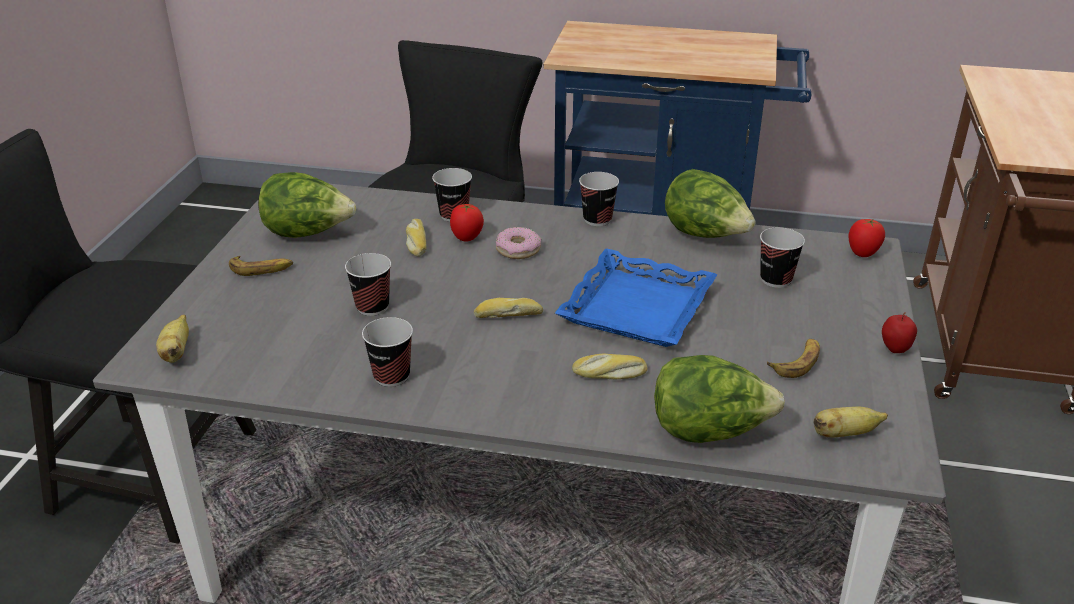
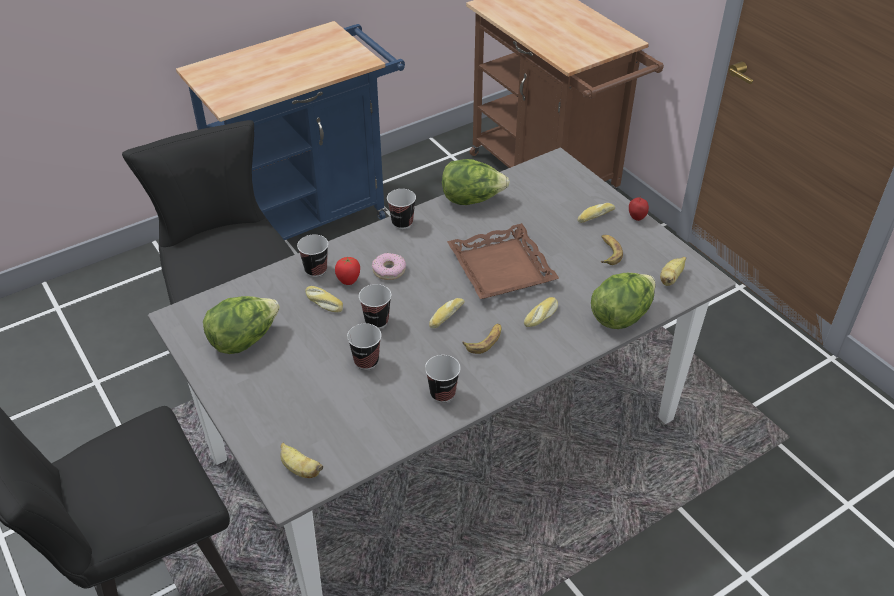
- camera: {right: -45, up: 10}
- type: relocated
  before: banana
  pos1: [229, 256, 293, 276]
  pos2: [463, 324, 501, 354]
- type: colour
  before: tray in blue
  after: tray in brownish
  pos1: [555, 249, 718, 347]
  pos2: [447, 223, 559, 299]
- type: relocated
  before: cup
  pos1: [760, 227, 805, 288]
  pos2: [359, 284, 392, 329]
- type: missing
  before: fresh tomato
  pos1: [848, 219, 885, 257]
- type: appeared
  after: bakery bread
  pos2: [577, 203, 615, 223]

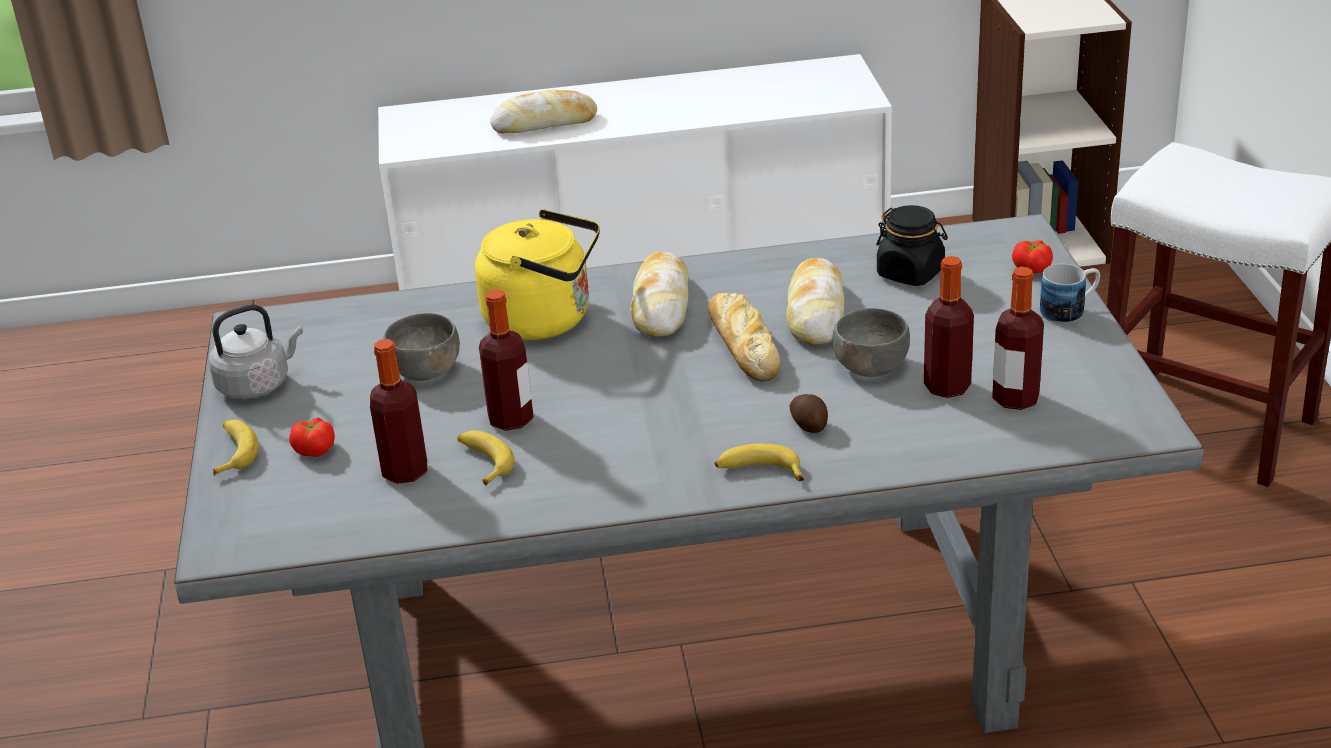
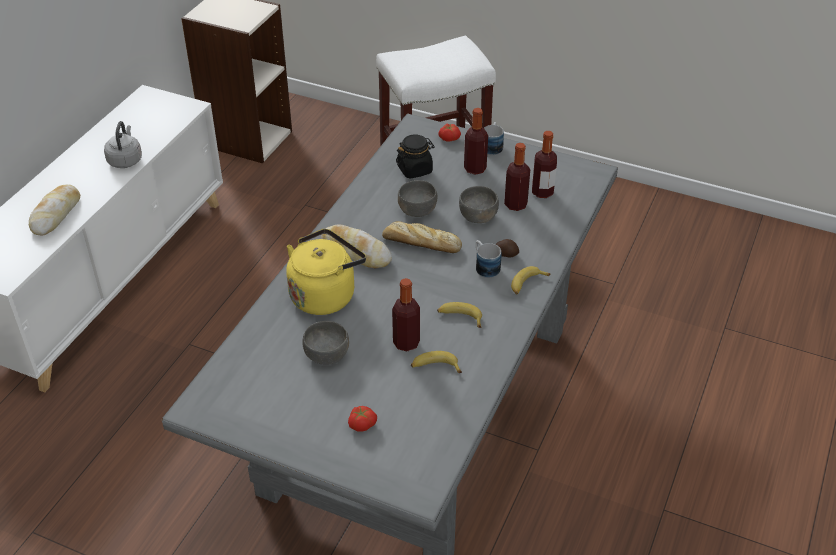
- camera: {right: -60, up: 10}
- type: relocated
  before: water kettle in grey
  pos1: [208, 304, 303, 399]
  pos2: [104, 121, 142, 168]
- type: relocated
  before: banana
  pos1: [213, 419, 258, 476]
  pos2: [437, 302, 482, 328]
- type: relocated
  before: beverage bottle
  pos1: [370, 339, 428, 484]
  pos2: [464, 108, 488, 175]
- type: exchanged
  before: bakery bread
  after: serving bowl in grey
  pos1: [786, 258, 844, 345]
  pos2: [398, 180, 438, 217]
- type: appeared
  after: mug
  pos2: [476, 240, 502, 278]

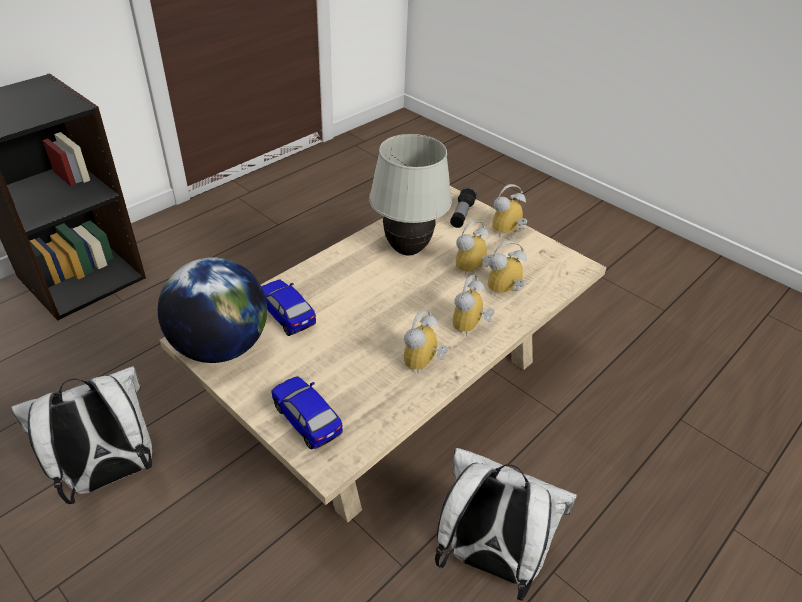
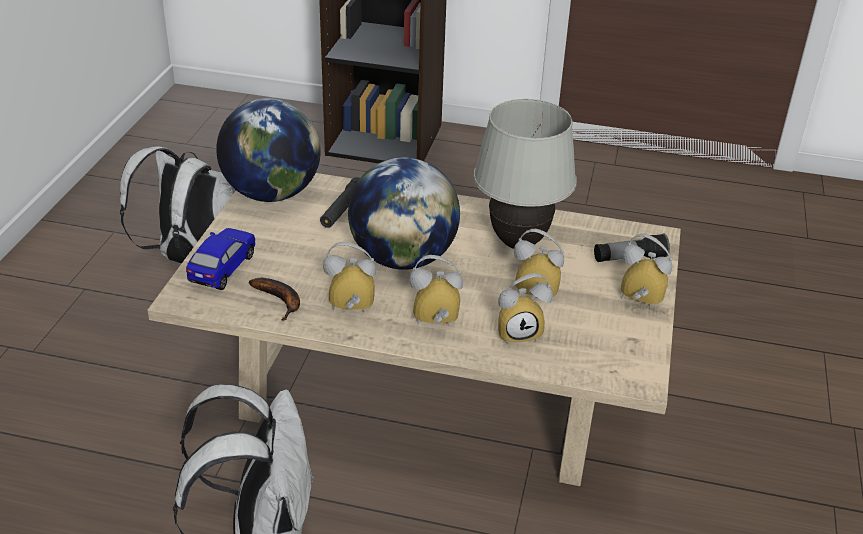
- camera: {right: 60, up: -5}
- type: exchanged
  before: toy car
  after: hand torch in blackish
  pos1: [261, 280, 316, 336]
  pos2: [320, 177, 360, 228]
- type: spun
  before: alarm clock
  pos1: [488, 241, 527, 297]
  pos2: [498, 273, 553, 345]
  turn: 135
- type: appeared
  after: banana
  pos2: [249, 278, 300, 321]
- type: appeared
  after: world globe
  pos2: [348, 157, 460, 270]

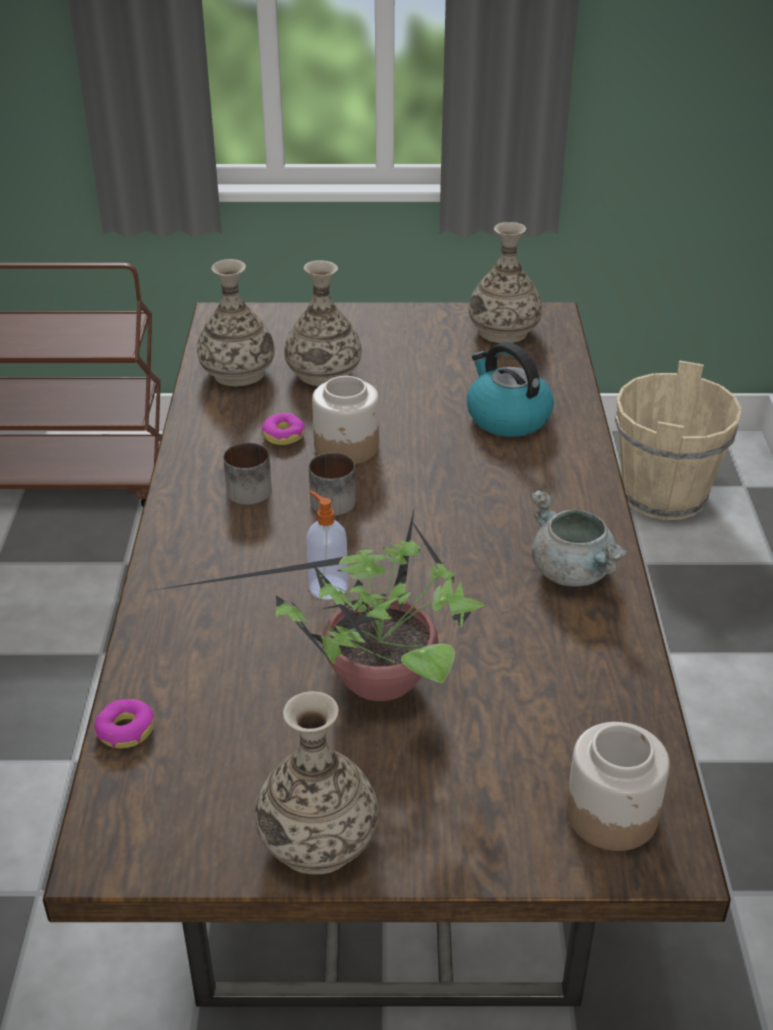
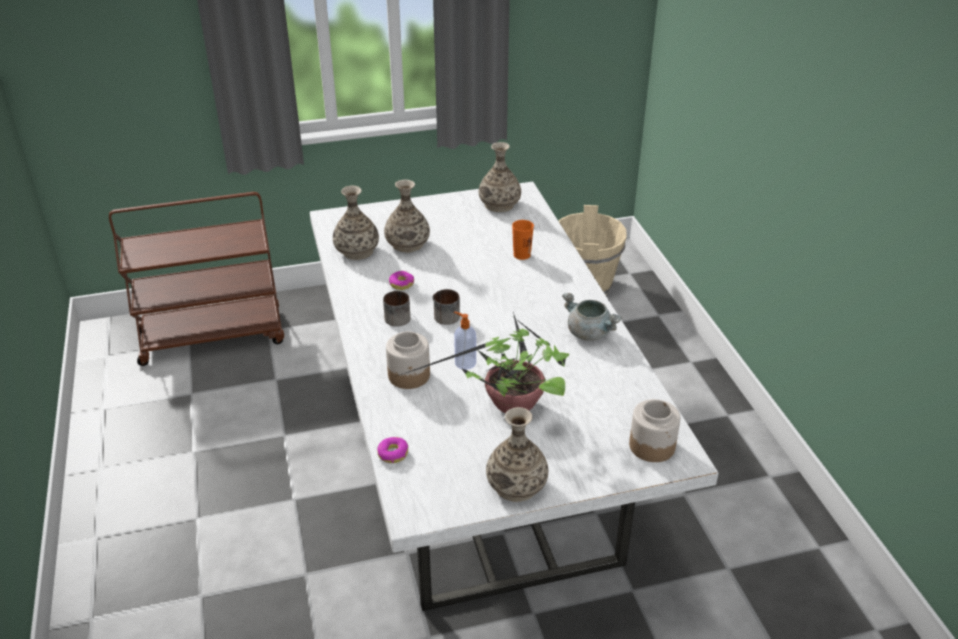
- camera: {right: -15, up: 0}
- type: colour
  before: kitchen table in brownish
  after: kitchen table in white
  pos1: [43, 302, 731, 1007]
  pos2: [310, 182, 719, 611]
- type: relocated
  before: storage jar
  pos1: [312, 376, 379, 464]
  pos2: [386, 331, 430, 389]
- type: exchanged
  before: water kettle
  after: cup in orange-coloured
  pos1: [467, 342, 554, 437]
  pos2: [512, 220, 534, 260]

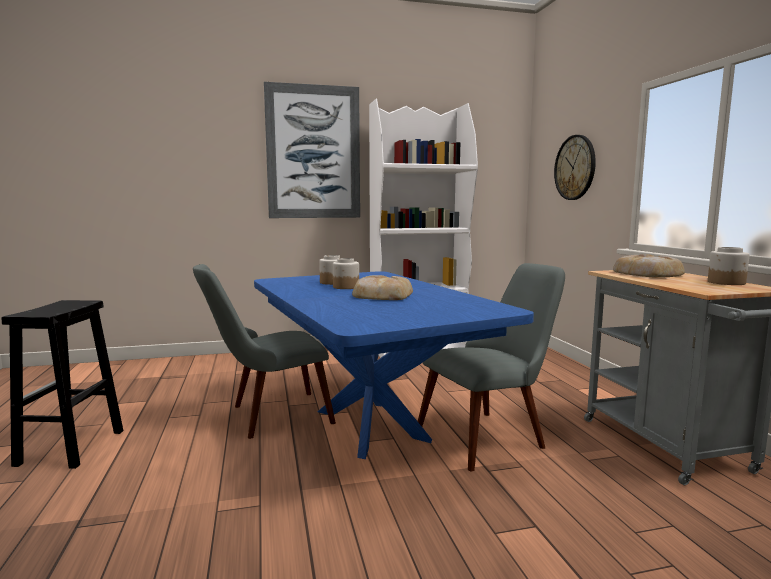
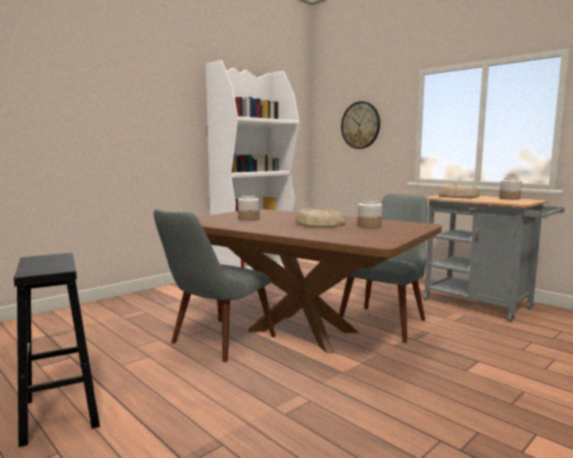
- camera: {right: -30, up: 0}
- type: colour
  before: kitchen table in blue
  after: kitchen table in brownish
  pos1: [254, 271, 534, 459]
  pos2: [197, 209, 442, 354]
- type: missing
  before: wall picture
  pos1: [264, 82, 360, 218]
- type: relocated
  before: storage jar
  pos1: [333, 258, 359, 289]
  pos2: [358, 200, 382, 228]

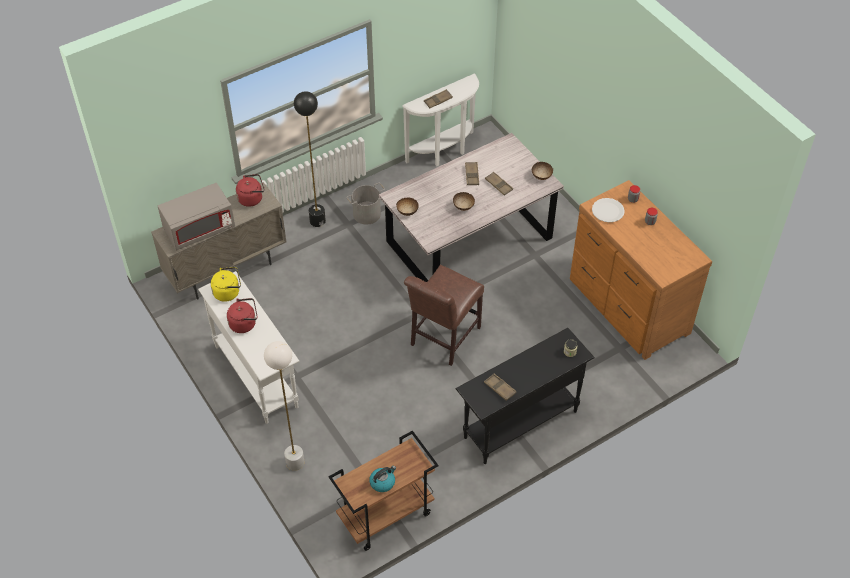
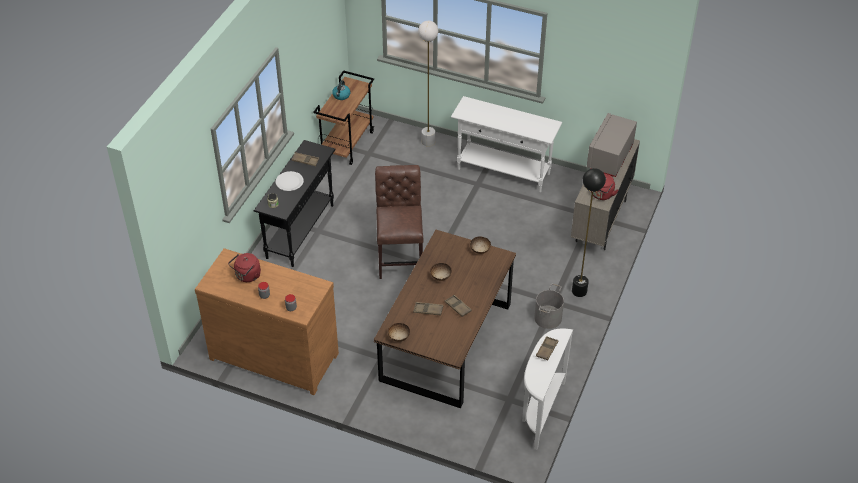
- camera: {right: 145, up: -5}
- type: missing
  before: water kettle in yellow-coloured
  pos1: [211, 267, 241, 302]
- type: relocated
  before: water kettle in red-coloured
  pos1: [227, 298, 257, 333]
  pos2: [228, 253, 261, 282]
- type: colour
  before: kitchen table in grey
  after: kitchen table in brownish
  pos1: [379, 133, 564, 282]
  pos2: [374, 230, 516, 408]
- type: relocated
  before: dinner plate in white
  pos1: [592, 198, 625, 222]
  pos2: [276, 171, 304, 191]

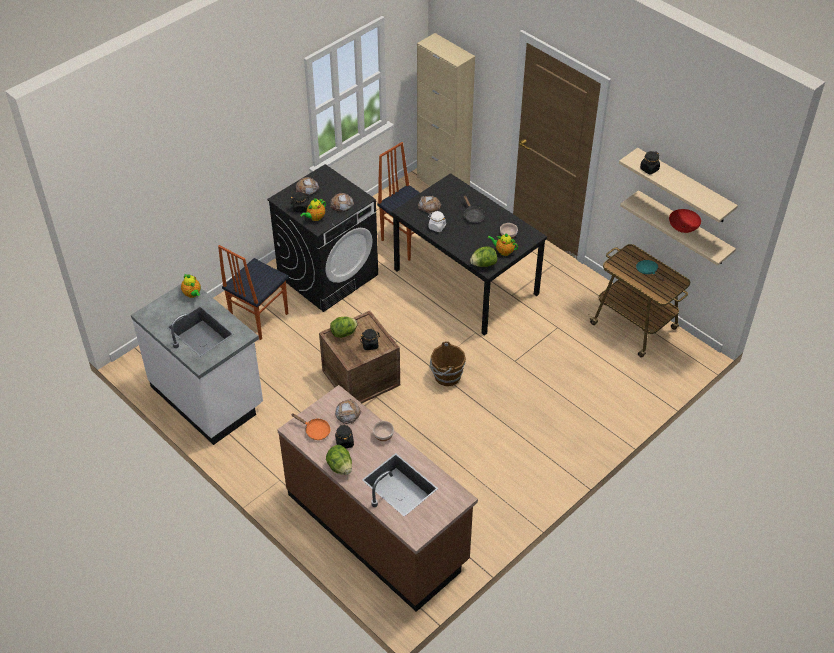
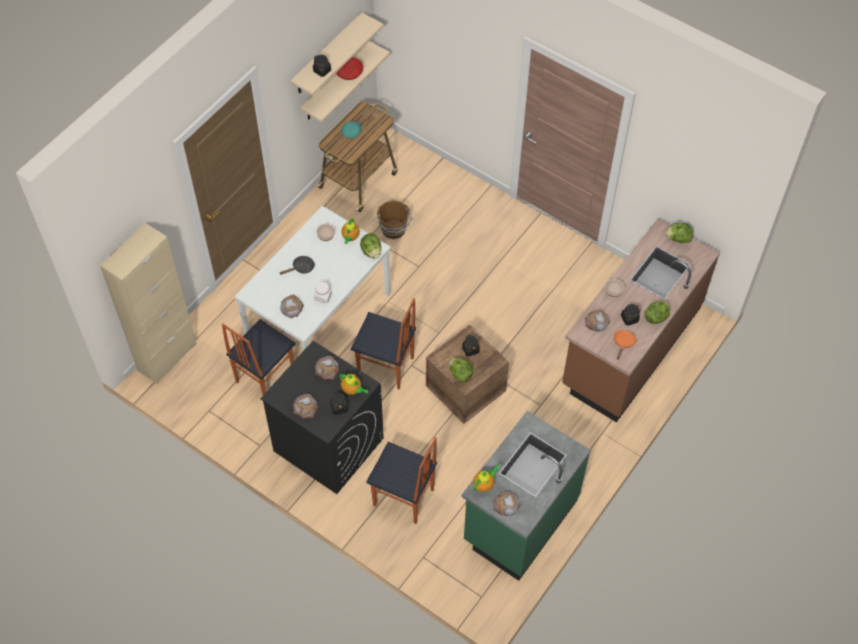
- camera: {right: -100, up: 10}
- type: colour
  before: kitchen base unit in white
  after: kitchen base unit in green-coloured
  pos1: [131, 284, 263, 445]
  pos2: [461, 411, 591, 581]
- type: colour
  before: kitchen table in blackish
  after: kitchen table in white
  pos1: [392, 173, 547, 336]
  pos2: [235, 206, 391, 351]
- type: relocated
  before: bucket in brownish
  pos1: [429, 341, 466, 386]
  pos2: [377, 200, 412, 239]
- type: appeared
  after: chair
  pos2: [351, 298, 416, 390]
- type: appeared
  after: bakery bread
  pos2: [493, 492, 521, 516]
- type: appeared
  after: lettuce head
  pos2: [665, 223, 693, 243]

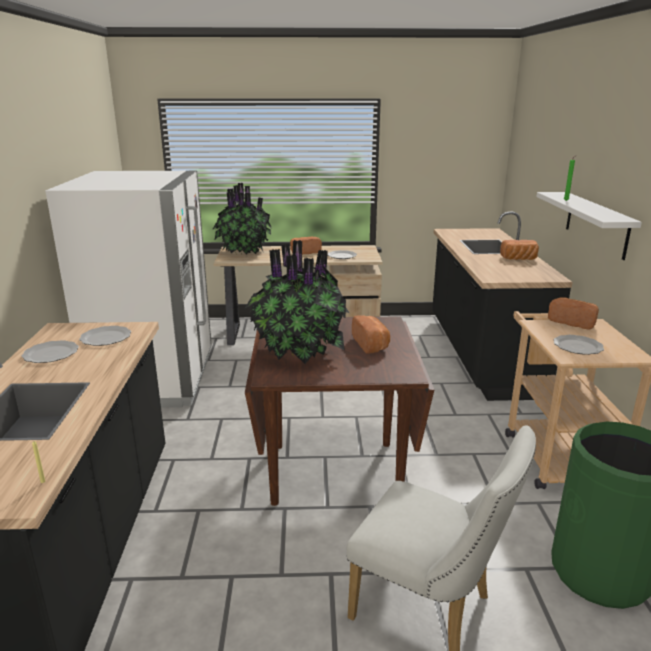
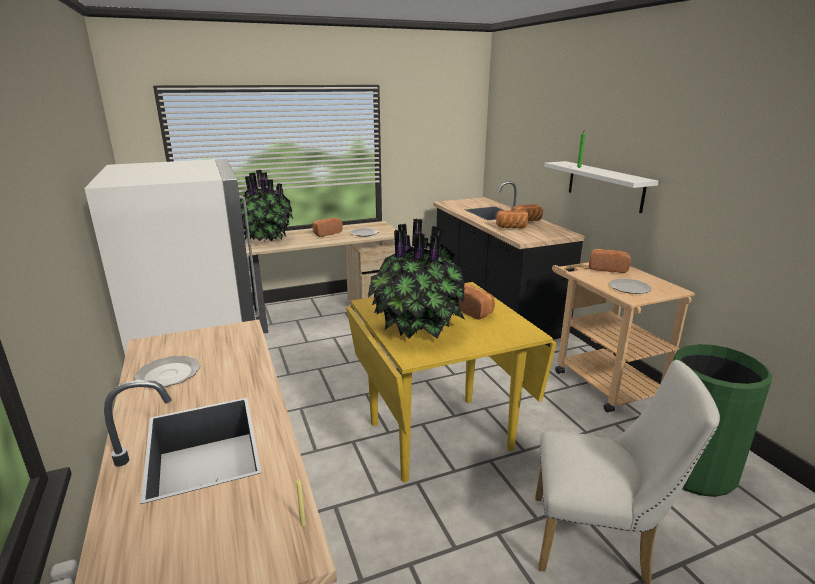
- camera: {right: -20, up: 0}
- type: missing
  before: dinner plate
  pos1: [79, 326, 131, 346]
- type: colour
  before: kitchen table in brownish
  after: kitchen table in yellow-coloured
  pos1: [245, 316, 435, 506]
  pos2: [346, 282, 557, 482]
- type: appeared
  after: bakery bread
  pos2: [496, 210, 528, 228]

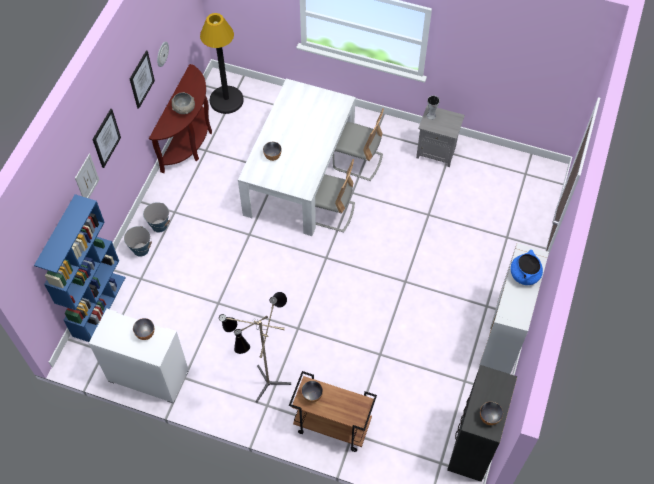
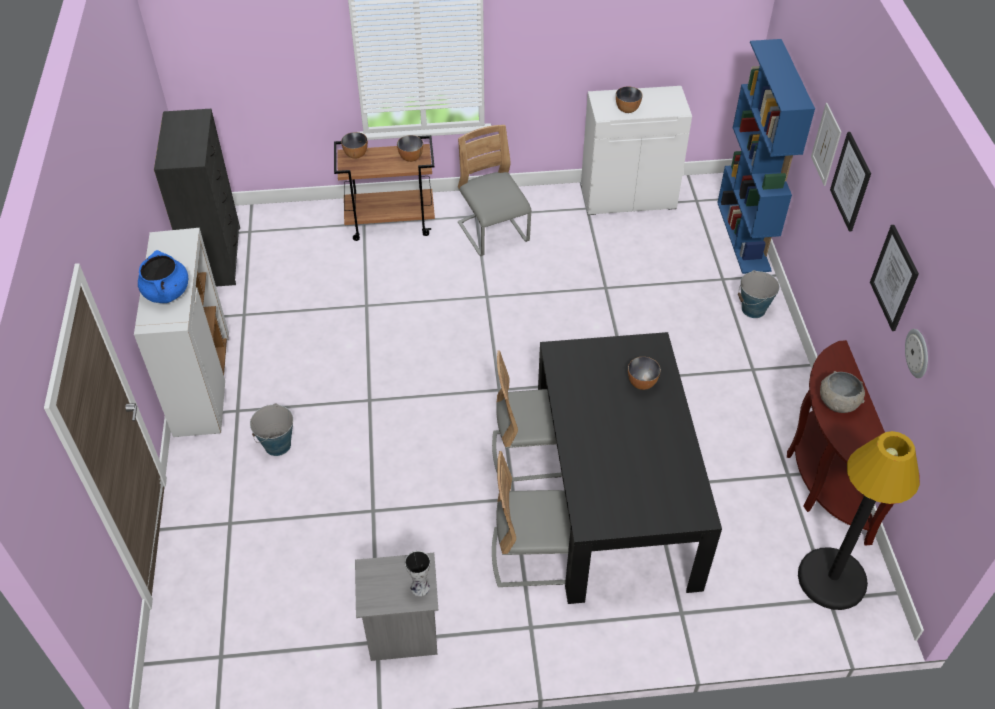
- camera: {right: 155, up: -10}
- type: relocated
  before: bucket
  pos1: [143, 202, 170, 233]
  pos2: [250, 403, 293, 456]
- type: exchanged
  before: standing lamp
  after: chair in grey
  pos1: [219, 292, 291, 403]
  pos2: [458, 125, 532, 256]
- type: colour
  before: kitchen table in white
  after: kitchen table in blackish
  pos1: [238, 79, 355, 236]
  pos2: [538, 332, 722, 604]
- type: relocated
  before: serving bowl
  pos1: [480, 402, 503, 425]
  pos2: [341, 132, 368, 159]

